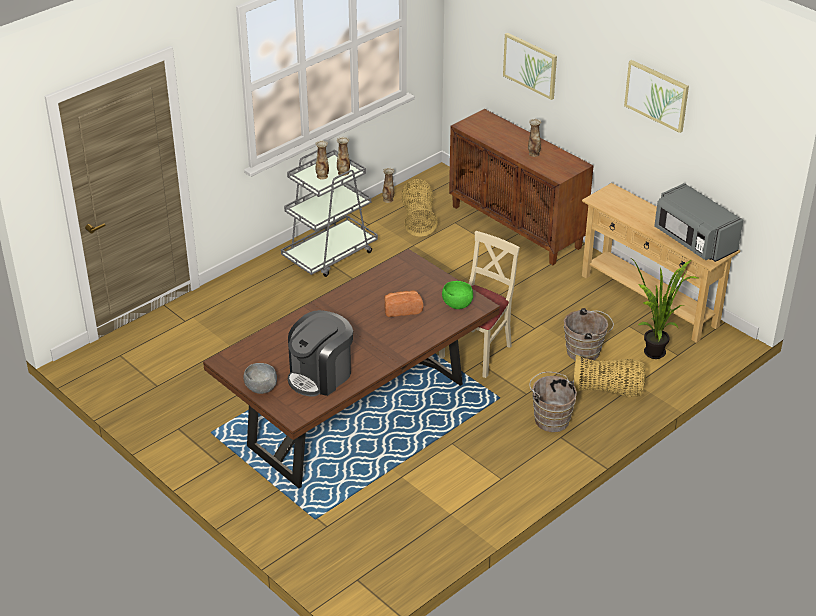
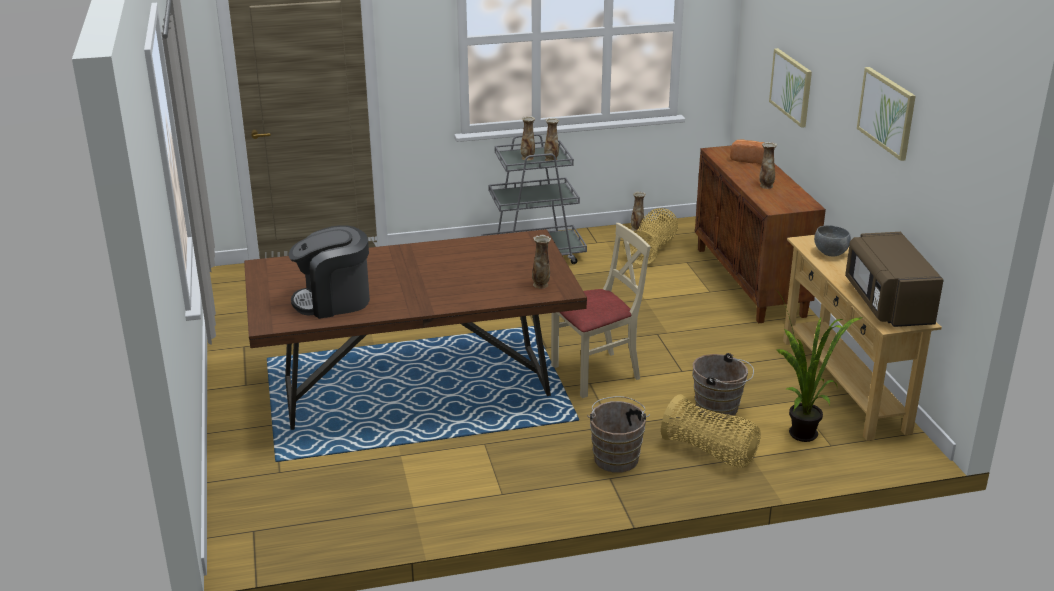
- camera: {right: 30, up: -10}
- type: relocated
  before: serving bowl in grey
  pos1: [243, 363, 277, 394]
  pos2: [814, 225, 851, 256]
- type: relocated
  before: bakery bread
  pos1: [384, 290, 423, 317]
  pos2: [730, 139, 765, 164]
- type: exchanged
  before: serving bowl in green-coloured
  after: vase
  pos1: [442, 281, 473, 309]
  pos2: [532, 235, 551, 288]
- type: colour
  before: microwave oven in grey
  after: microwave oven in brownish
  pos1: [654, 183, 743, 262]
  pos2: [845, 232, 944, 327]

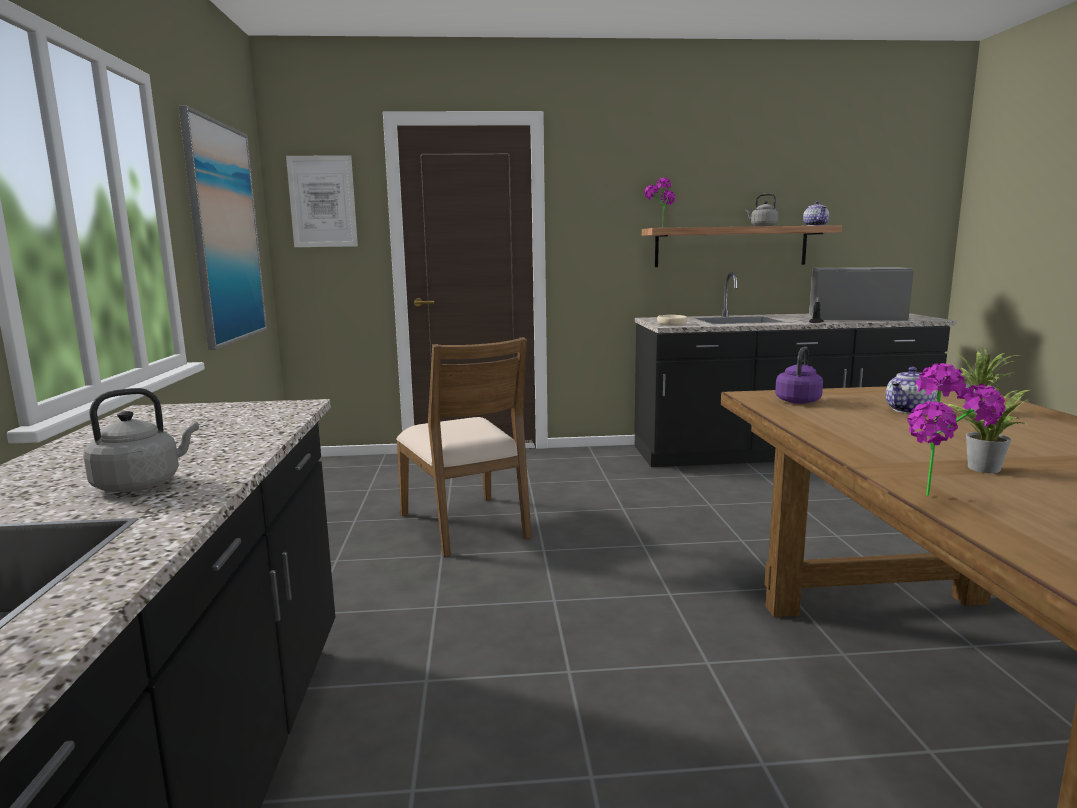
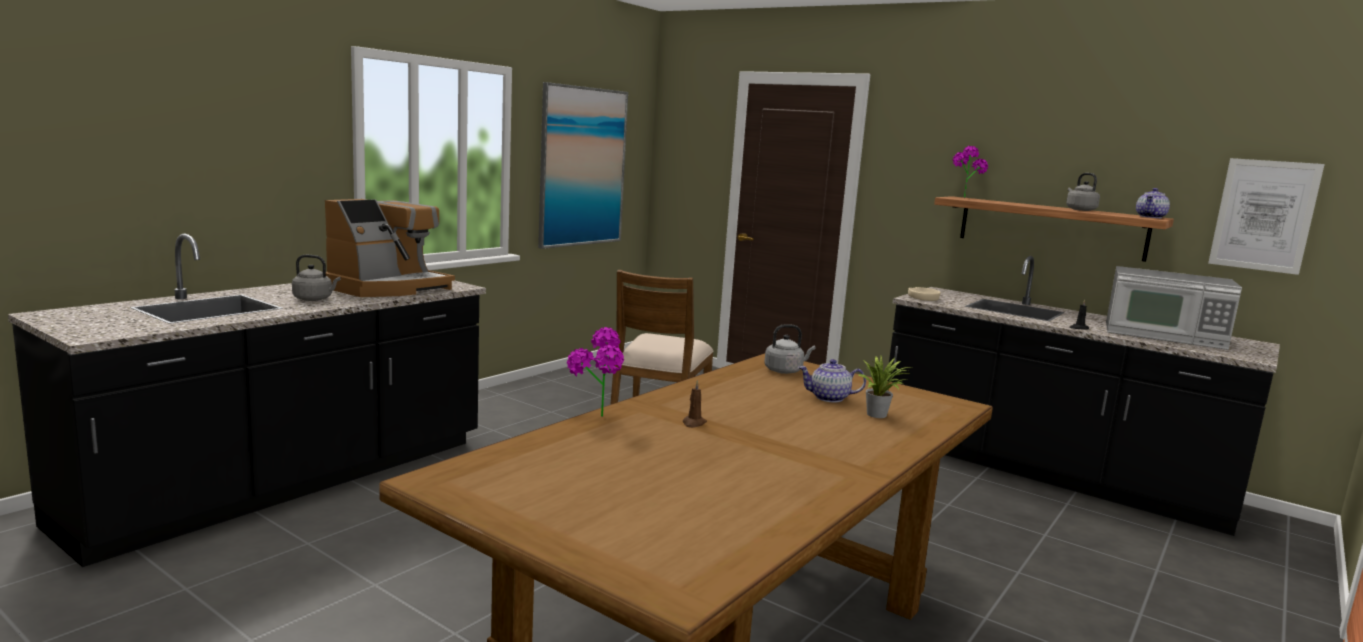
- camera: {right: 40, up: 0}
- type: relocated
  before: wall picture
  pos1: [286, 155, 358, 247]
  pos2: [1208, 158, 1325, 275]
- type: colour
  before: water kettle in purple
  after: water kettle in grey
  pos1: [775, 347, 823, 404]
  pos2: [764, 324, 816, 374]
- type: spun
  before: microwave oven
  pos1: [809, 267, 914, 321]
  pos2: [1106, 266, 1242, 350]
  turn: 150
- type: exchanged
  before: potted plant
  after: wax candle in brownish
  pos1: [944, 386, 1030, 473]
  pos2: [682, 380, 707, 428]
- type: appeared
  after: coffee maker
  pos2: [325, 199, 455, 297]

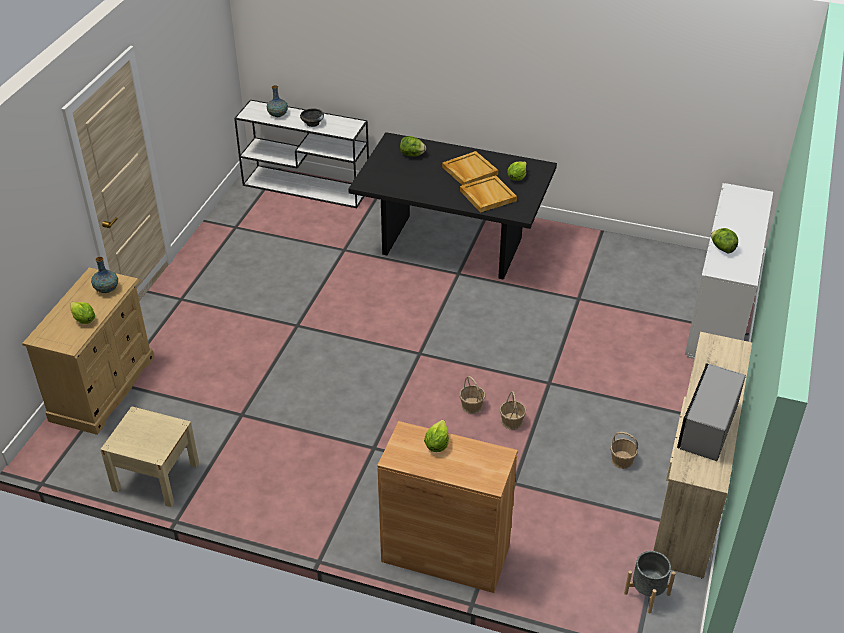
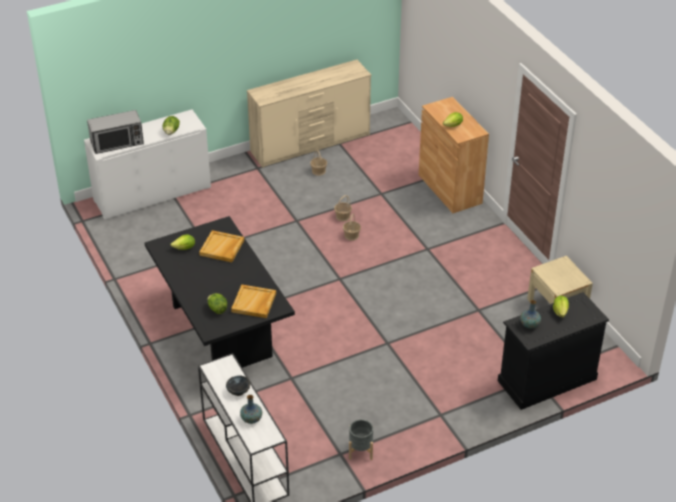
- camera: {right: -135, up: 0}
- type: colour
  before: dresser in beige-coloured
  after: dresser in blackish
  pos1: [22, 267, 154, 435]
  pos2: [498, 292, 609, 410]
- type: relocated
  before: tray in beige-coloured
  pos1: [442, 151, 498, 185]
  pos2: [231, 285, 276, 318]
- type: relocated
  before: flower pot in grey
  pos1: [624, 551, 676, 613]
  pos2: [349, 419, 373, 460]
- type: relocated
  before: microwave oven
  pos1: [677, 363, 746, 461]
  pos2: [87, 110, 144, 154]

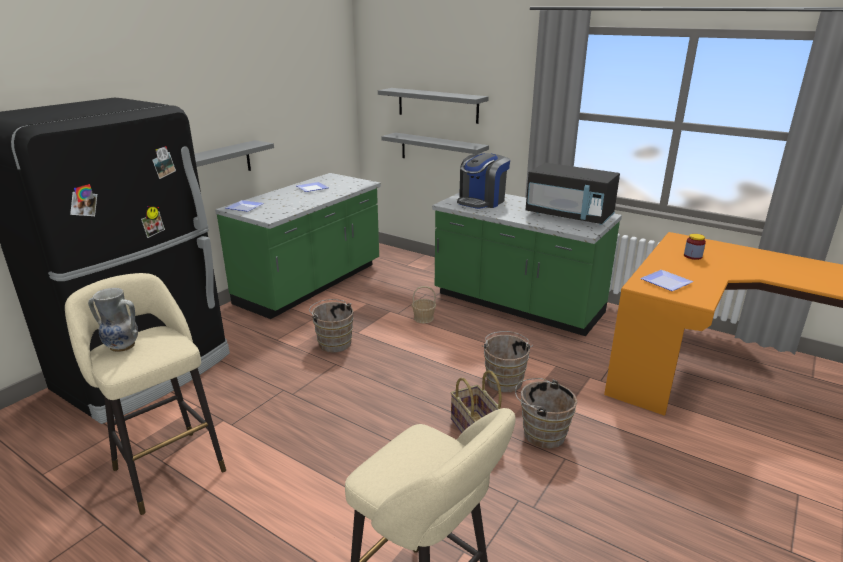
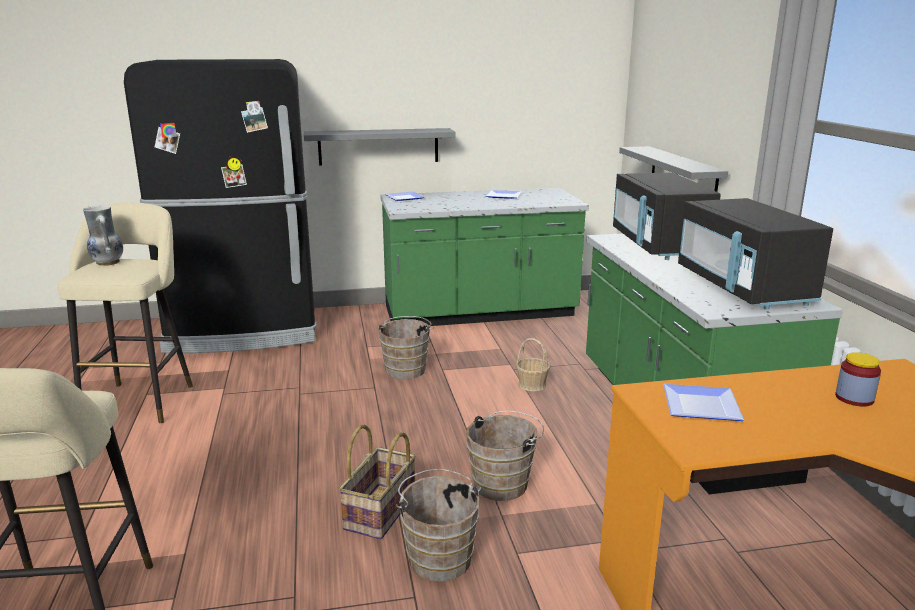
- camera: {right: 45, up: -5}
- type: missing
  before: shelf in grey
  pos1: [378, 88, 489, 124]
- type: exchanged
  before: coffee maker
  after: microwave oven in blackish
  pos1: [457, 153, 510, 209]
  pos2: [613, 173, 721, 260]

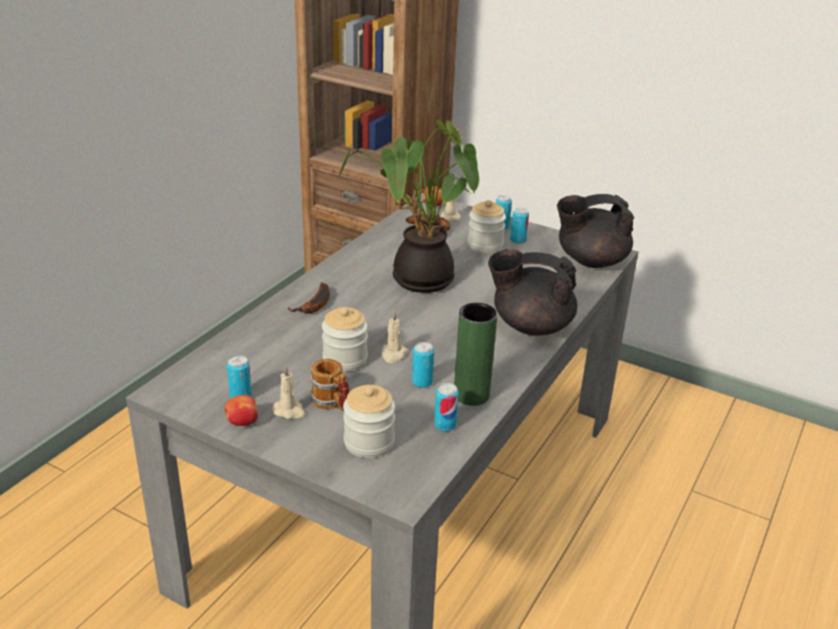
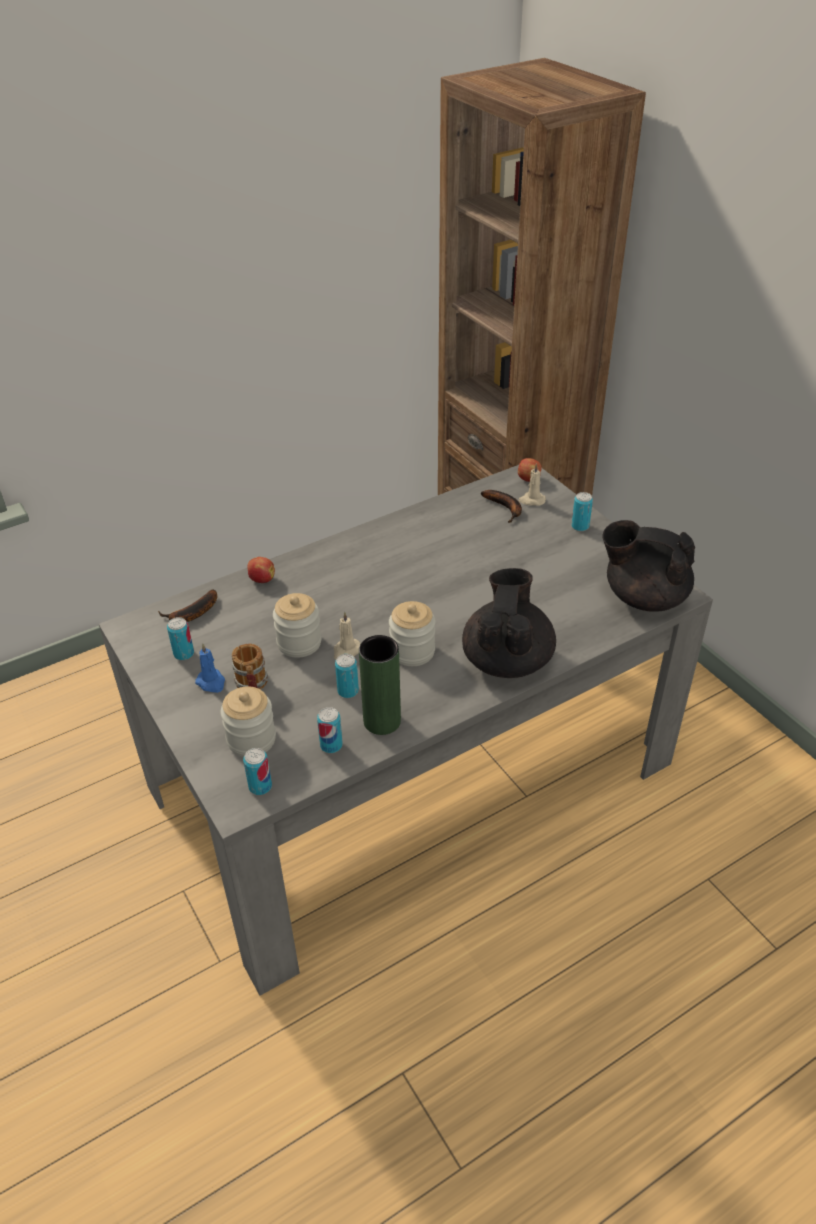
- camera: {right: 30, up: 10}
- type: relocated
  before: apple
  pos1: [224, 395, 258, 426]
  pos2: [248, 557, 275, 583]
- type: colour
  before: wax candle in beige-coloured
  after: wax candle in blue
  pos1: [272, 366, 306, 419]
  pos2: [195, 644, 225, 693]
- type: relocated
  before: banana
  pos1: [288, 282, 330, 314]
  pos2: [158, 589, 217, 622]
- type: missing
  before: potted plant
  pos1: [338, 119, 479, 293]
- type: relocated
  before: storage jar
  pos1: [468, 200, 506, 253]
  pos2: [389, 601, 435, 666]
- type: spun
  before: tea pot in blackish
  pos1: [488, 249, 577, 335]
  pos2: [462, 568, 556, 678]
  turn: 60
- type: relocated
  before: can
  pos1: [510, 208, 529, 244]
  pos2: [243, 748, 272, 795]

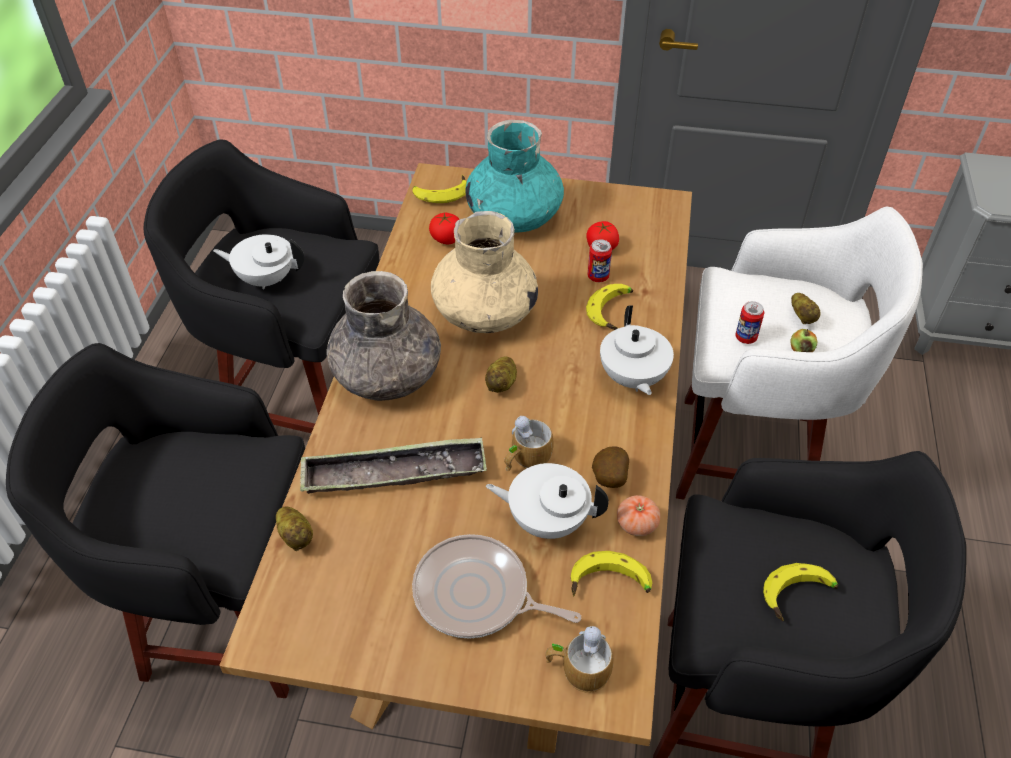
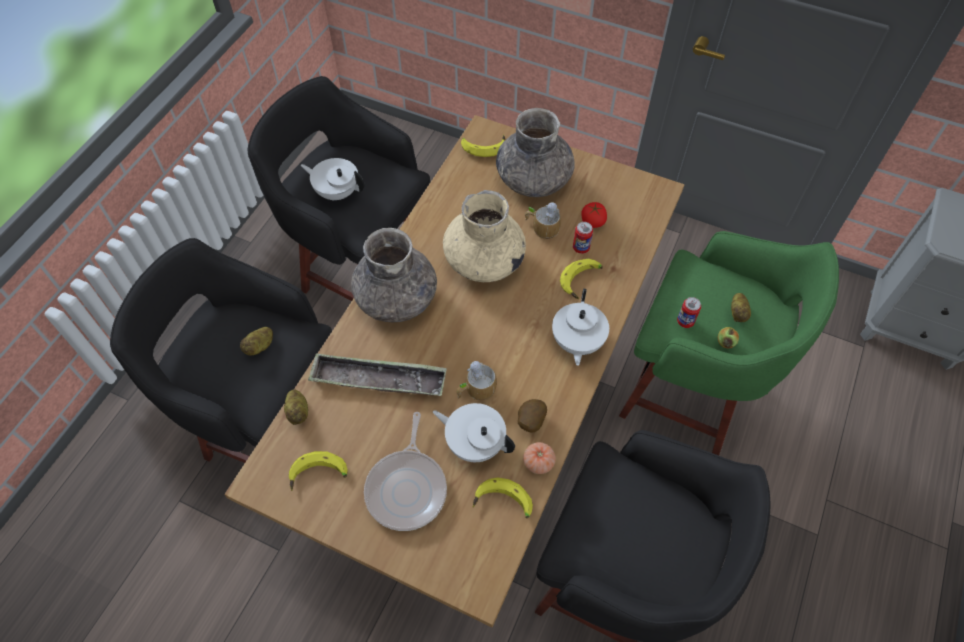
- camera: {right: 15, up: 10}
- type: spun
  before: pan
  pos1: [412, 534, 581, 638]
  pos2: [364, 412, 447, 531]
  turn: -120
- type: missing
  before: fresh tomato
  pos1: [429, 213, 459, 244]
- type: colour
  before: vase in turquoise-coloured
  after: vase in grey
  pos1: [465, 120, 564, 233]
  pos2: [496, 108, 575, 197]
- type: relocated
  before: potato
  pos1: [485, 356, 517, 393]
  pos2: [240, 327, 273, 355]
- type: relocated
  before: mug
  pos1: [545, 626, 613, 693]
  pos2: [525, 202, 561, 239]
- type: colour
  before: stool in white
  after: stool in green-coloured
  pos1: [676, 206, 923, 500]
  pos2: [619, 231, 839, 456]
- type: relocated
  before: banana
  pos1: [763, 563, 838, 621]
  pos2: [289, 451, 348, 491]

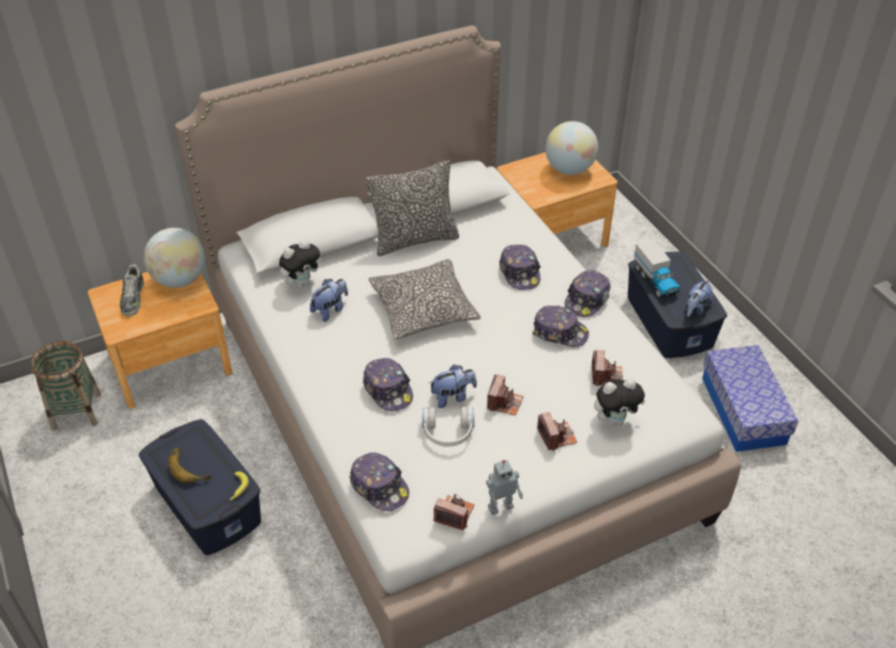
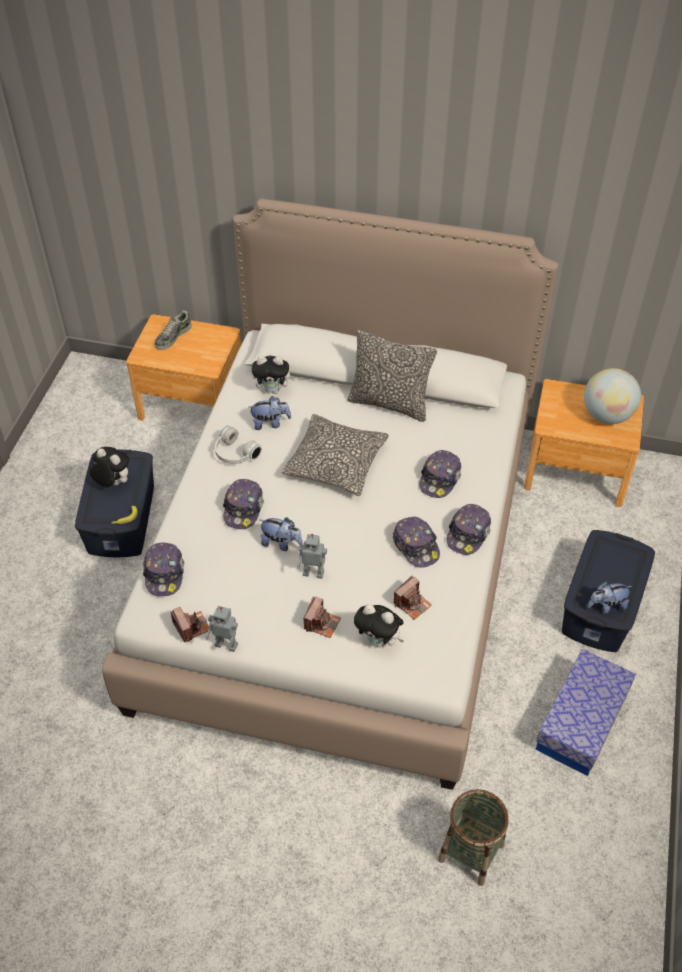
- camera: {right: 40, up: 5}
- type: relocated
  before: storage basket
  pos1: [30, 341, 101, 431]
  pos2: [438, 789, 509, 886]
- type: missing
  before: world globe
  pos1: [144, 228, 205, 288]
- type: exchanged
  before: banana
  after: cuddly toy
  pos1: [168, 448, 212, 483]
  pos2: [89, 447, 129, 487]
- type: relocated
  before: headset in white
  pos1: [422, 407, 475, 447]
  pos2: [215, 426, 262, 464]
- type: exchanged
  before: photo camera
  after: toy robot
  pos1: [487, 374, 524, 416]
  pos2: [297, 534, 327, 579]
- type: spun
  before: cap
  pos1: [565, 270, 610, 317]
  pos2: [447, 504, 491, 555]
  turn: -45
- type: missing
  before: model truck
  pos1: [634, 239, 680, 298]

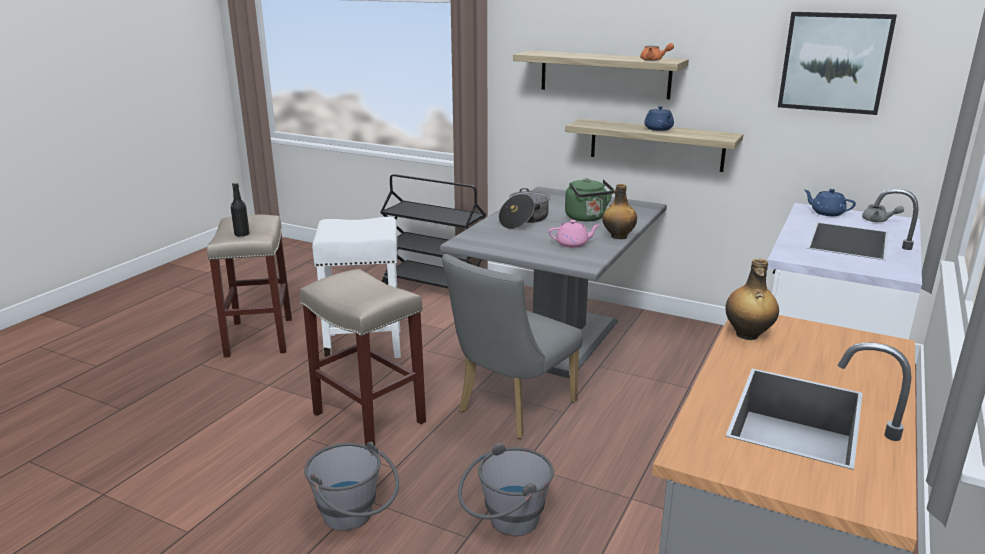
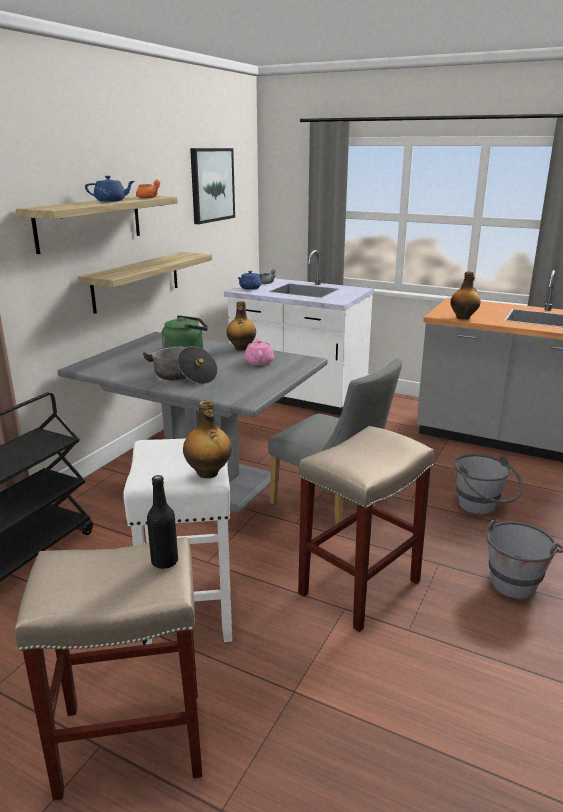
- camera: {right: -90, up: 0}
- type: relocated
  before: tea pot in blue
  pos1: [644, 106, 674, 131]
  pos2: [85, 176, 135, 202]
- type: appeared
  after: beverage bottle
  pos2: [183, 400, 232, 478]

